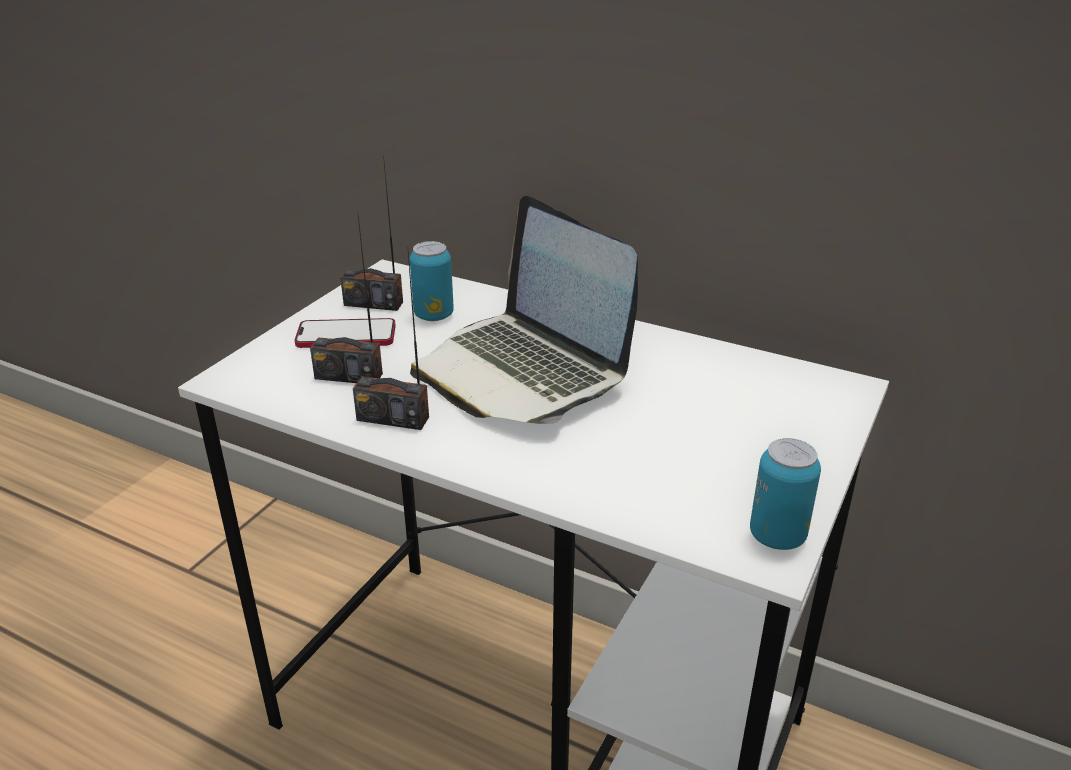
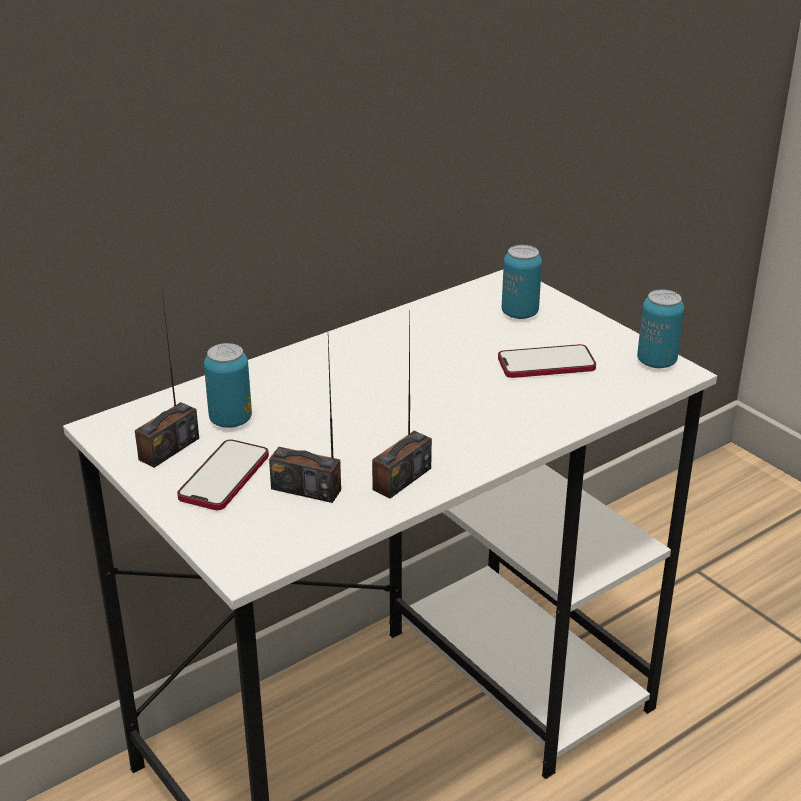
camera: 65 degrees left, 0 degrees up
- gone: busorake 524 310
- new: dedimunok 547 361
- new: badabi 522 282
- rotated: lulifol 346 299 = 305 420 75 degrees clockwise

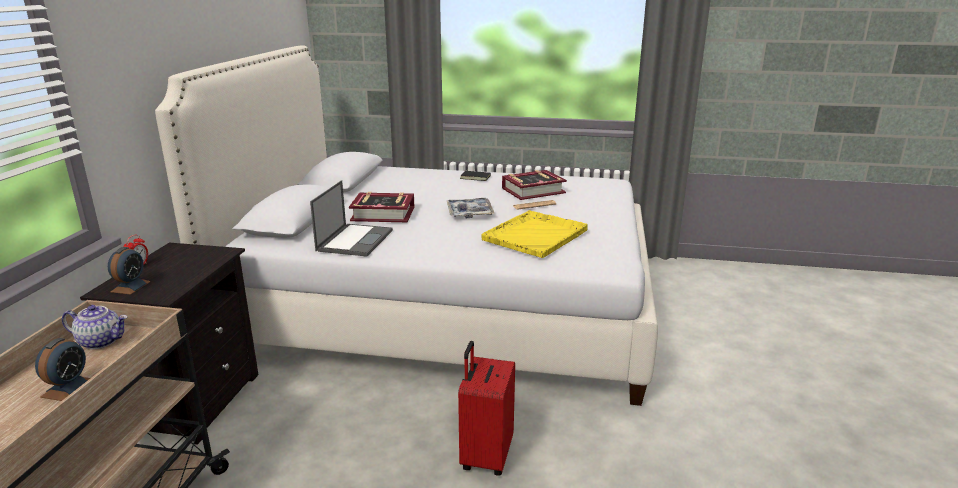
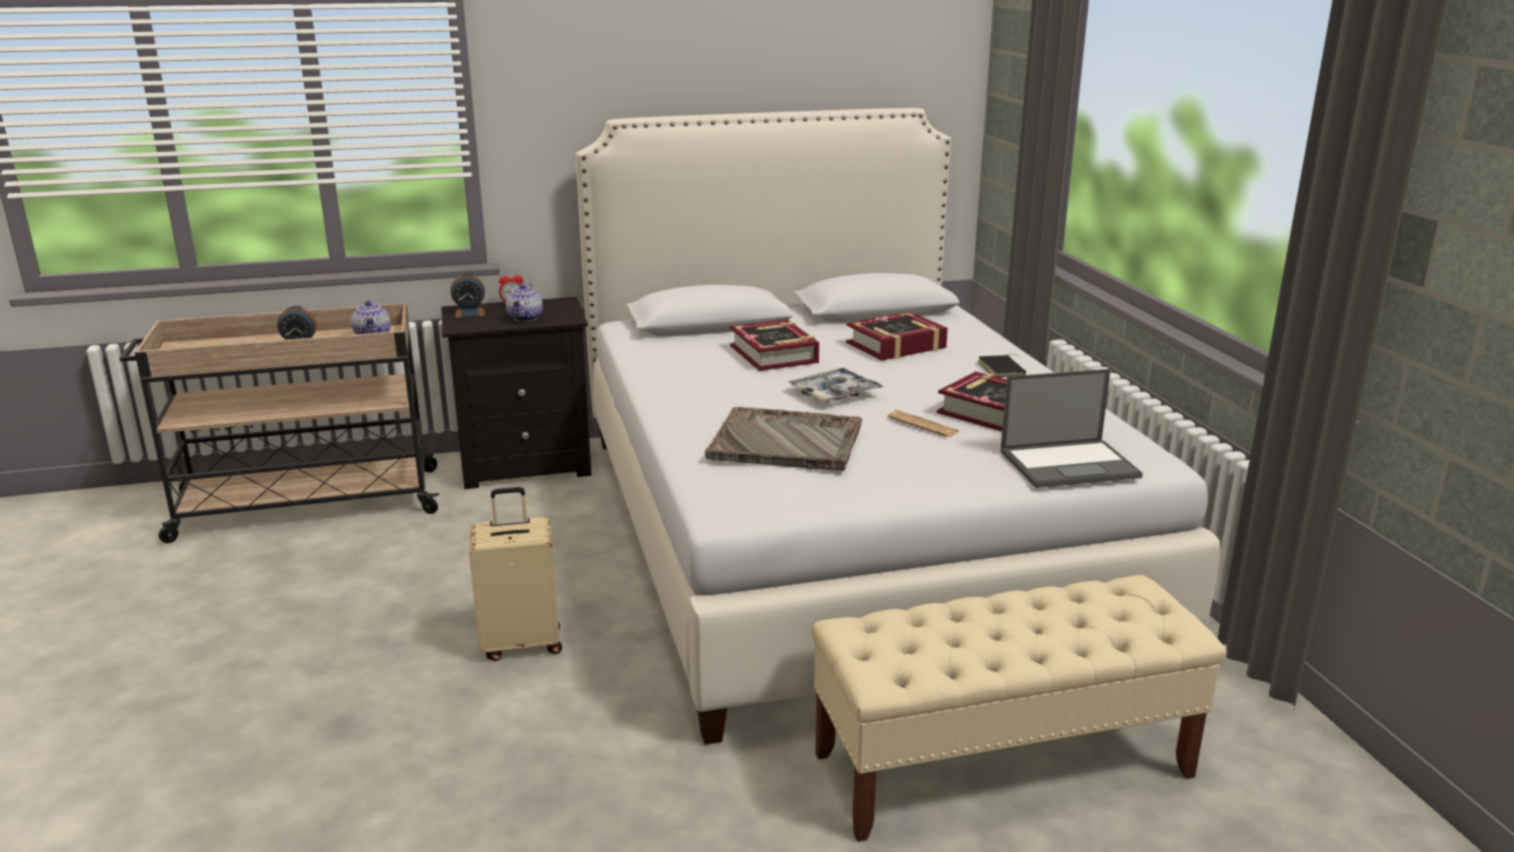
camera: 65 degrees right, 0 degrees up
- new: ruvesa 524 303
- new: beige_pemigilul 1019 708
- new: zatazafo 897 336
- shifted: busorake 351 218 to 1071 428
- repainted: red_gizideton 486 408 to beige_gizideton 515 574
- repainted: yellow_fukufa 535 234 to grey_fukufa 783 439

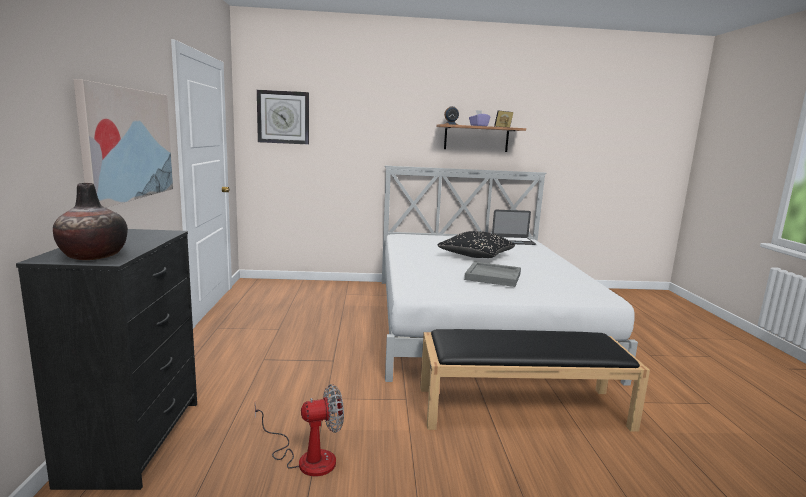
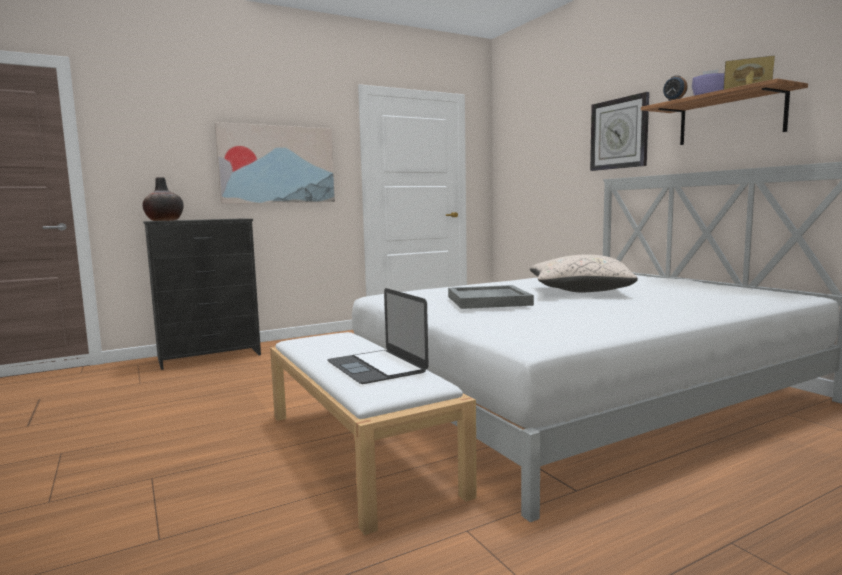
camera: 65 degrees right, 5 degrees down
- gone: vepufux 299 430
- shifted: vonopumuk 283 117 to 619 131
- shifted: busorake 514 227 to 378 336
- repainted: black_pemigilul 535 380 to white_pemigilul 373 433
- repainted: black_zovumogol 476 244 to beige_zovumogol 584 273

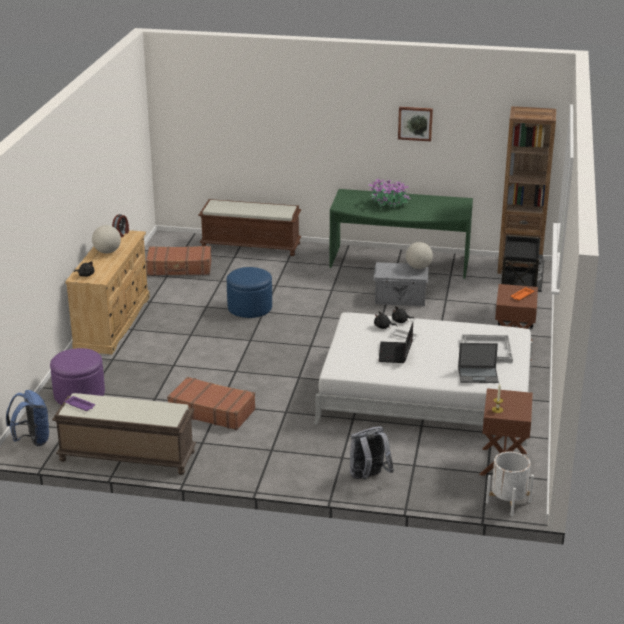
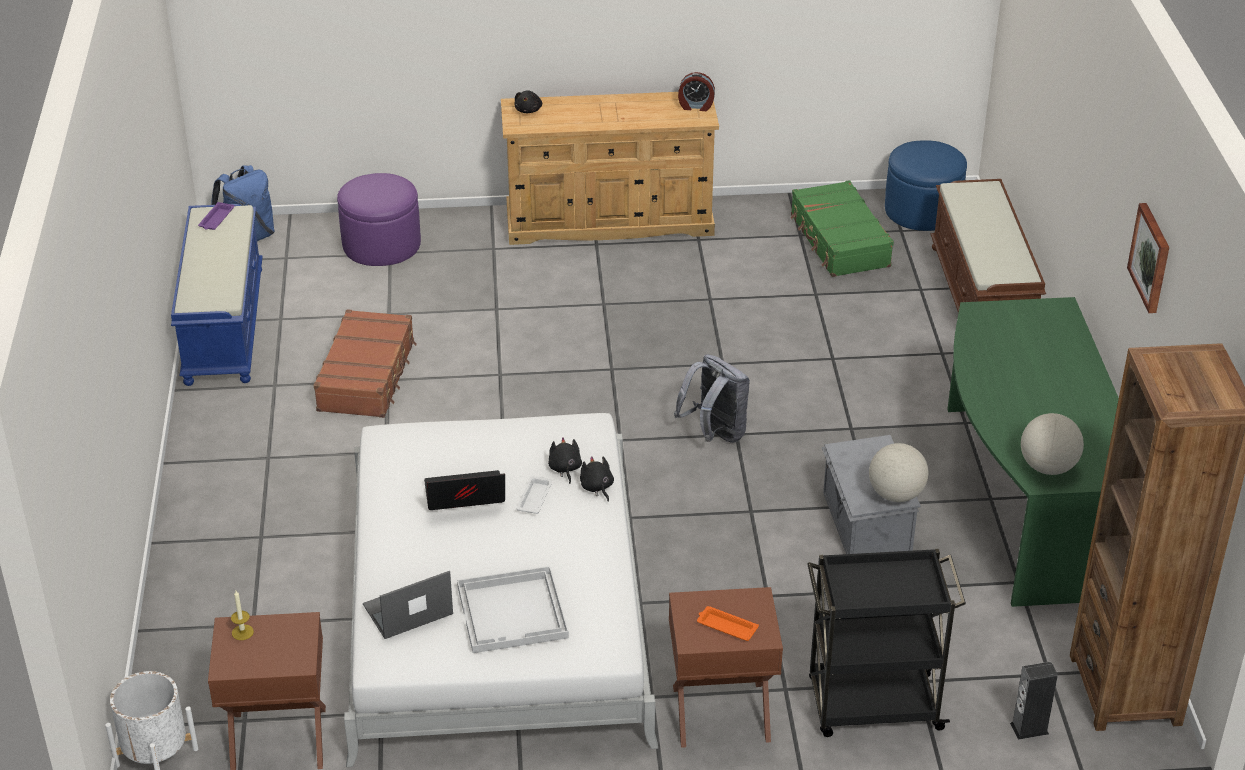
camera: 75 degrees right, 10 degrees up
- gone: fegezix 389 192
- shifted: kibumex 106 239 to 1052 444
- shifted: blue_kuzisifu 249 292 to 926 186
- shifted: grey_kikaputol 372 453 to 712 398
- repainted: brown_pemigilul 124 434 to blue_pemigilul 217 295
- repainted: brown_gizideton 178 261 to green_gizideton 842 228
- rotated: busorake 478 363 = 408 605 75 degrees clockwise

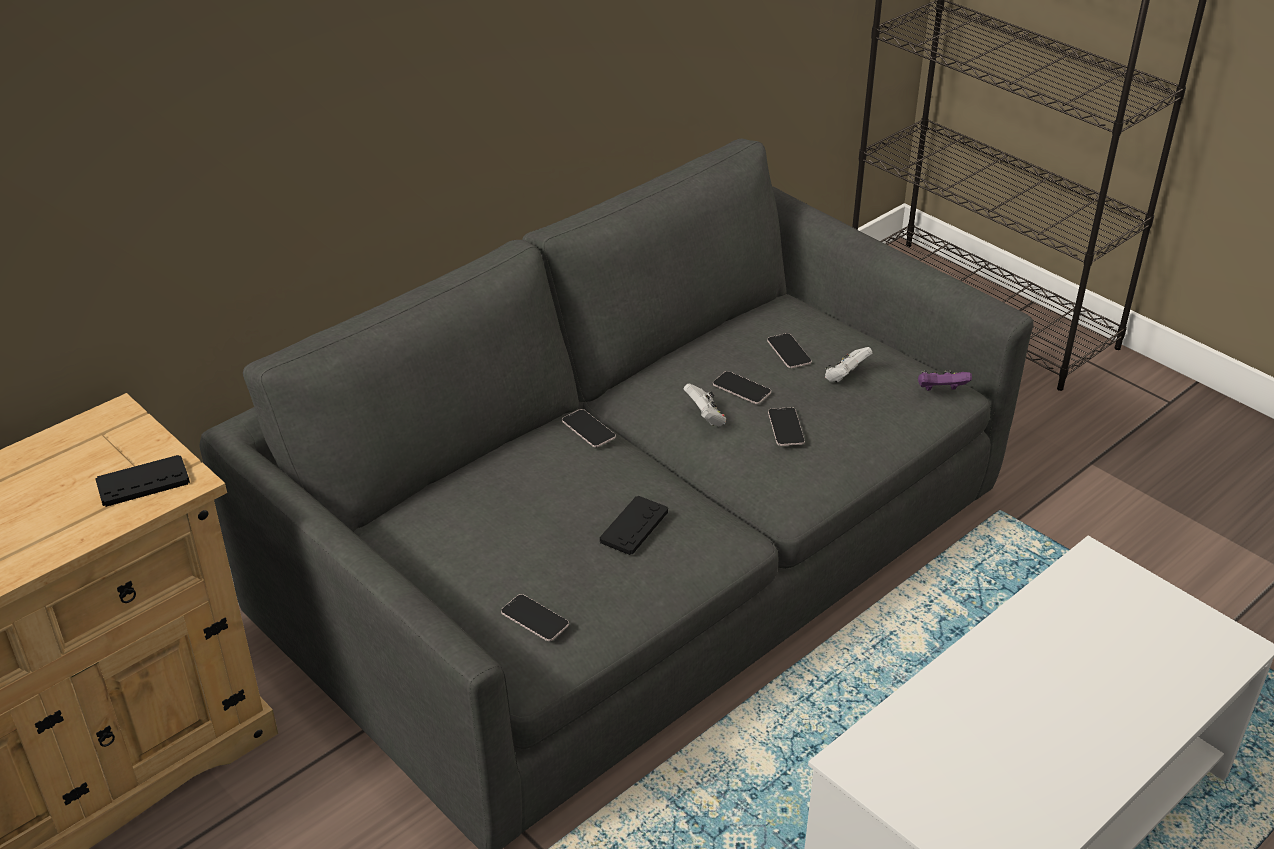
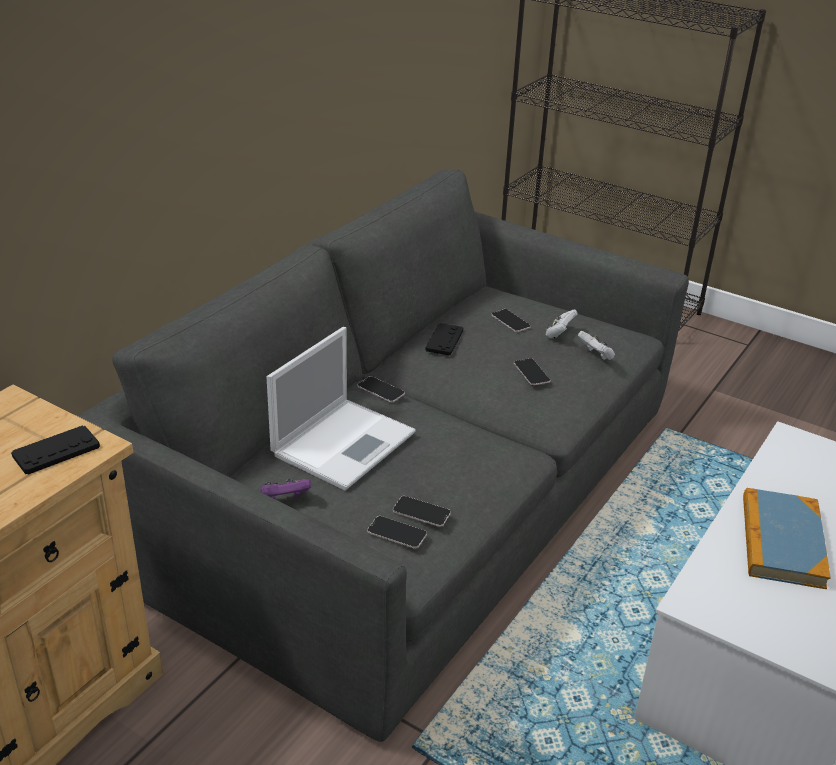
camera: 15 degrees left, 5 degrees down
- new: busorake 341 408
- new: zatazafo 787 538
- shifted: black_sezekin 634 525 to 444 339
- shifted: white_sezekin 705 404 to 596 345
- shifted: dedimunok 742 387 to 422 511
- shifted: purple_sezekin 945 380 to 285 489

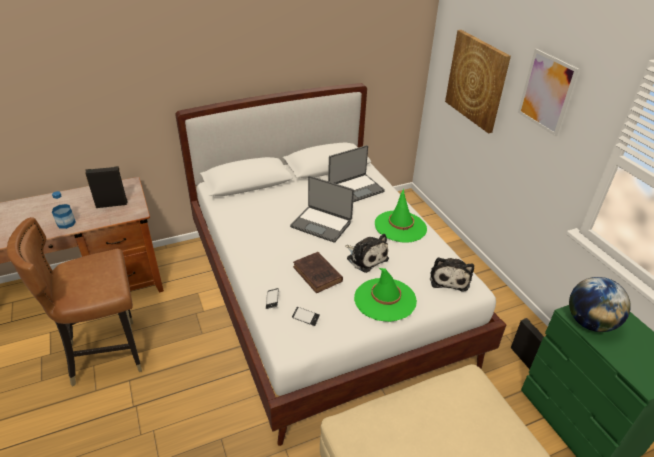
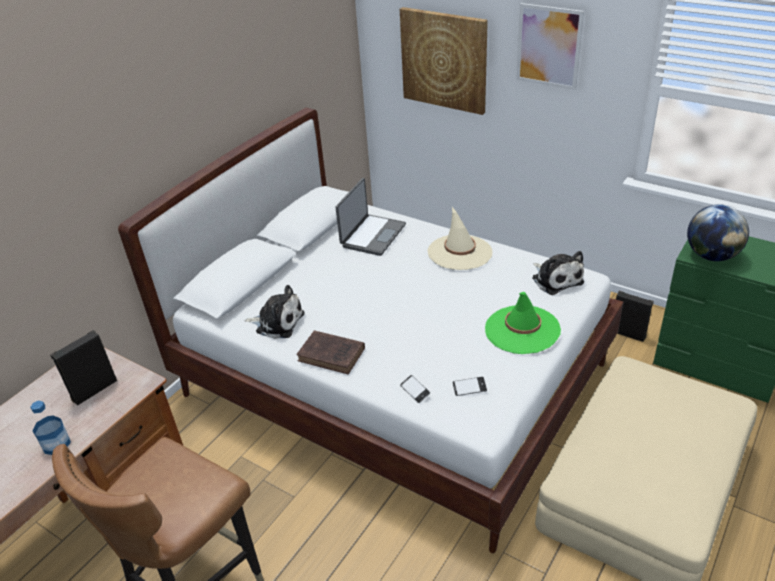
camera: 30 degrees left, 0 degrees up
- gone: busorake 322 209
- shifted: brown_zatazafo 318 272 to 331 352
- shifted: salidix 367 253 to 275 312
- repainted: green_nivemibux 401 216 to beige_nivemibux 459 238

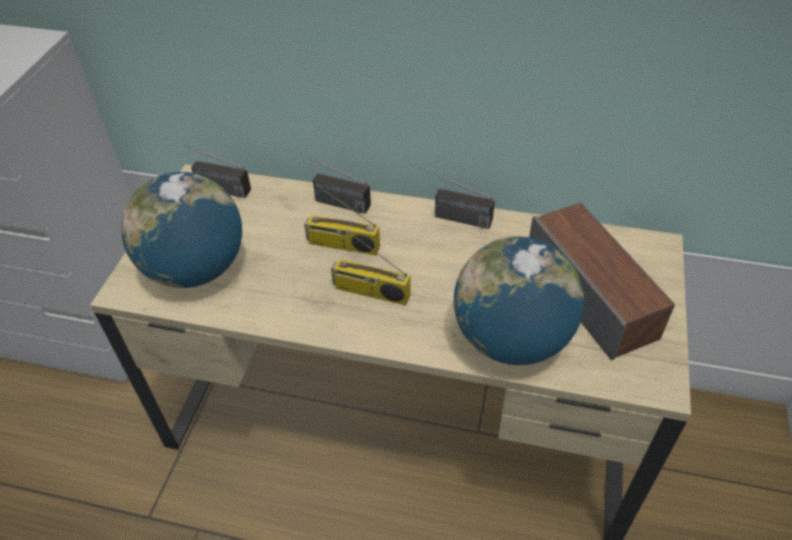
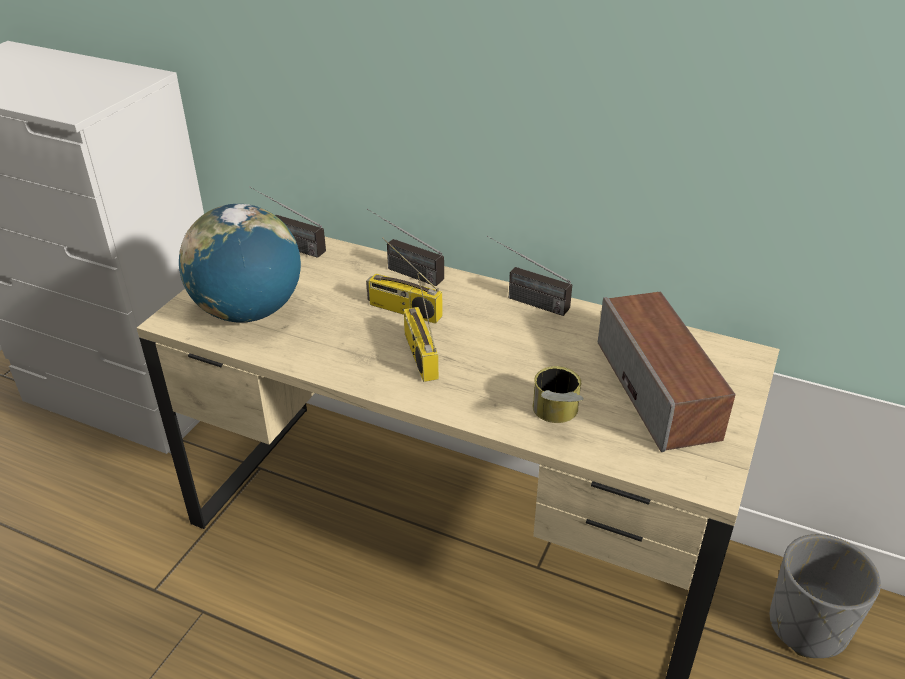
camera: 10 degrees right, 10 degrees down
- new: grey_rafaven 825 596
- swapped: kibumex 519 300 to badabi 558 394
- rotated: lulifol 371 267 = 421 327 45 degrees clockwise

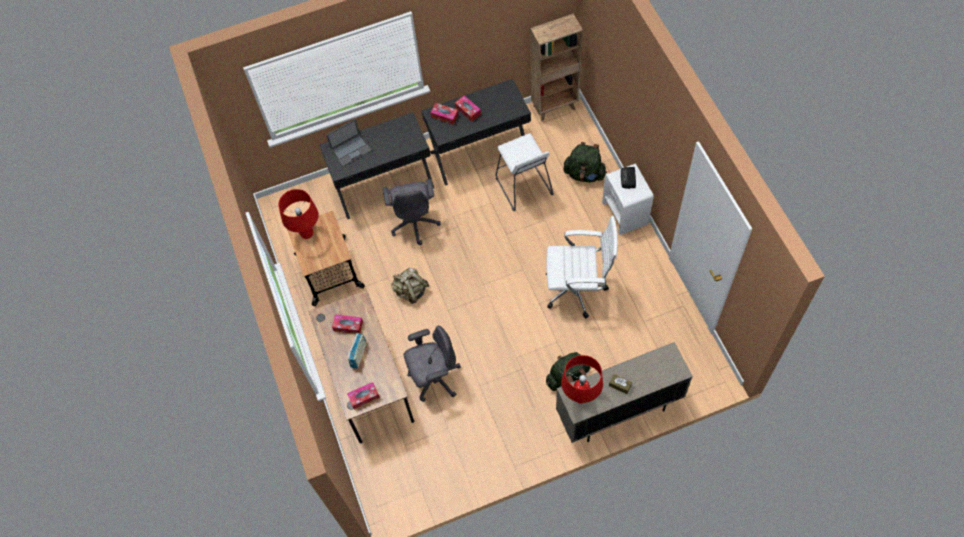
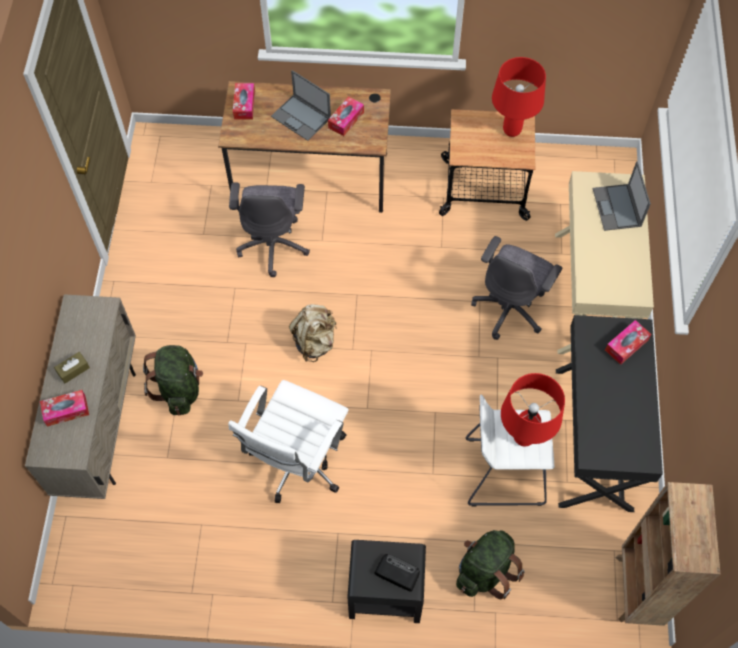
camera: 110 degrees right, 0 degrees up
- shifted: beige_kikaputol 410 286 to 313 333
- shifted: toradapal 468 109 to 64 408
- shifted: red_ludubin 582 379 to 533 410
- swapped: lulifol 357 351 to busorake 301 105
- repainted: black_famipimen 376 165 to beige_famipimen 604 262
- repainted: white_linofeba 628 199 to black_linofeba 386 581
- rotated: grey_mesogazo 412 212 = 516 288 75 degrees counterclockwise

